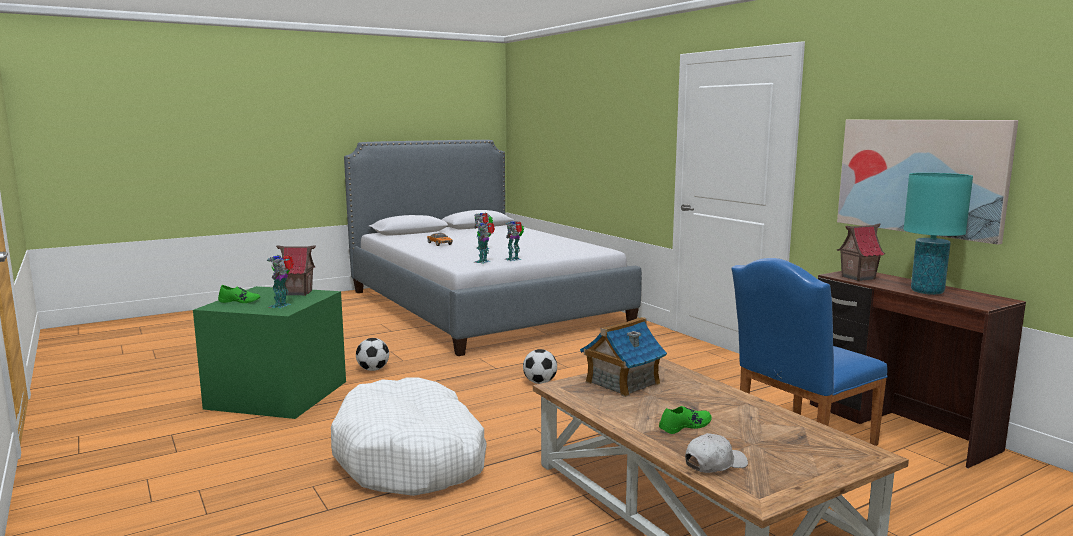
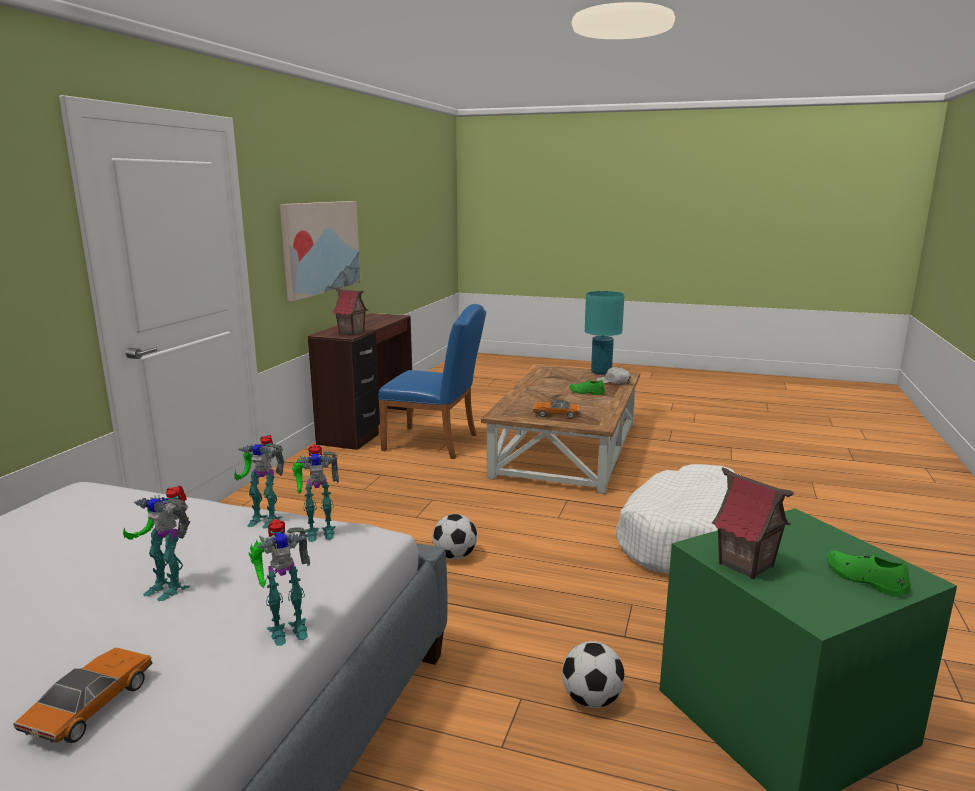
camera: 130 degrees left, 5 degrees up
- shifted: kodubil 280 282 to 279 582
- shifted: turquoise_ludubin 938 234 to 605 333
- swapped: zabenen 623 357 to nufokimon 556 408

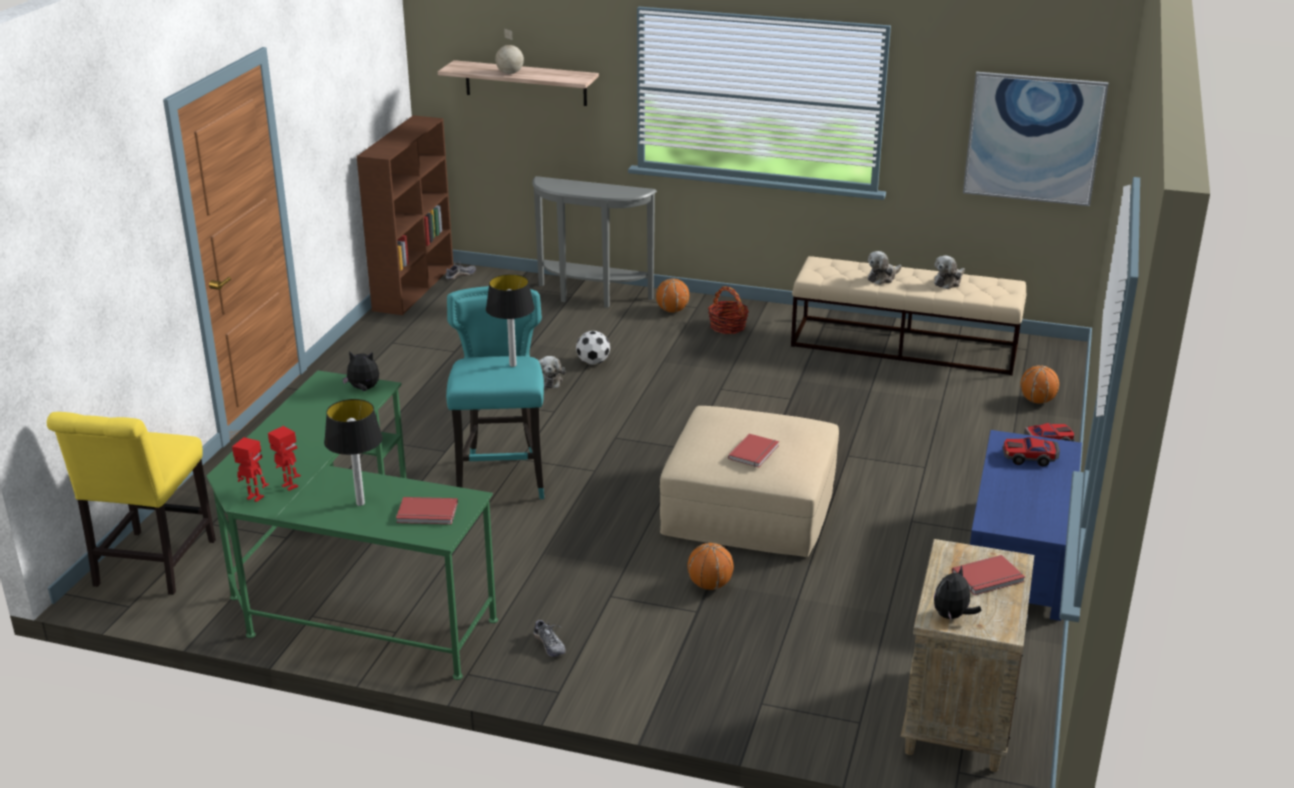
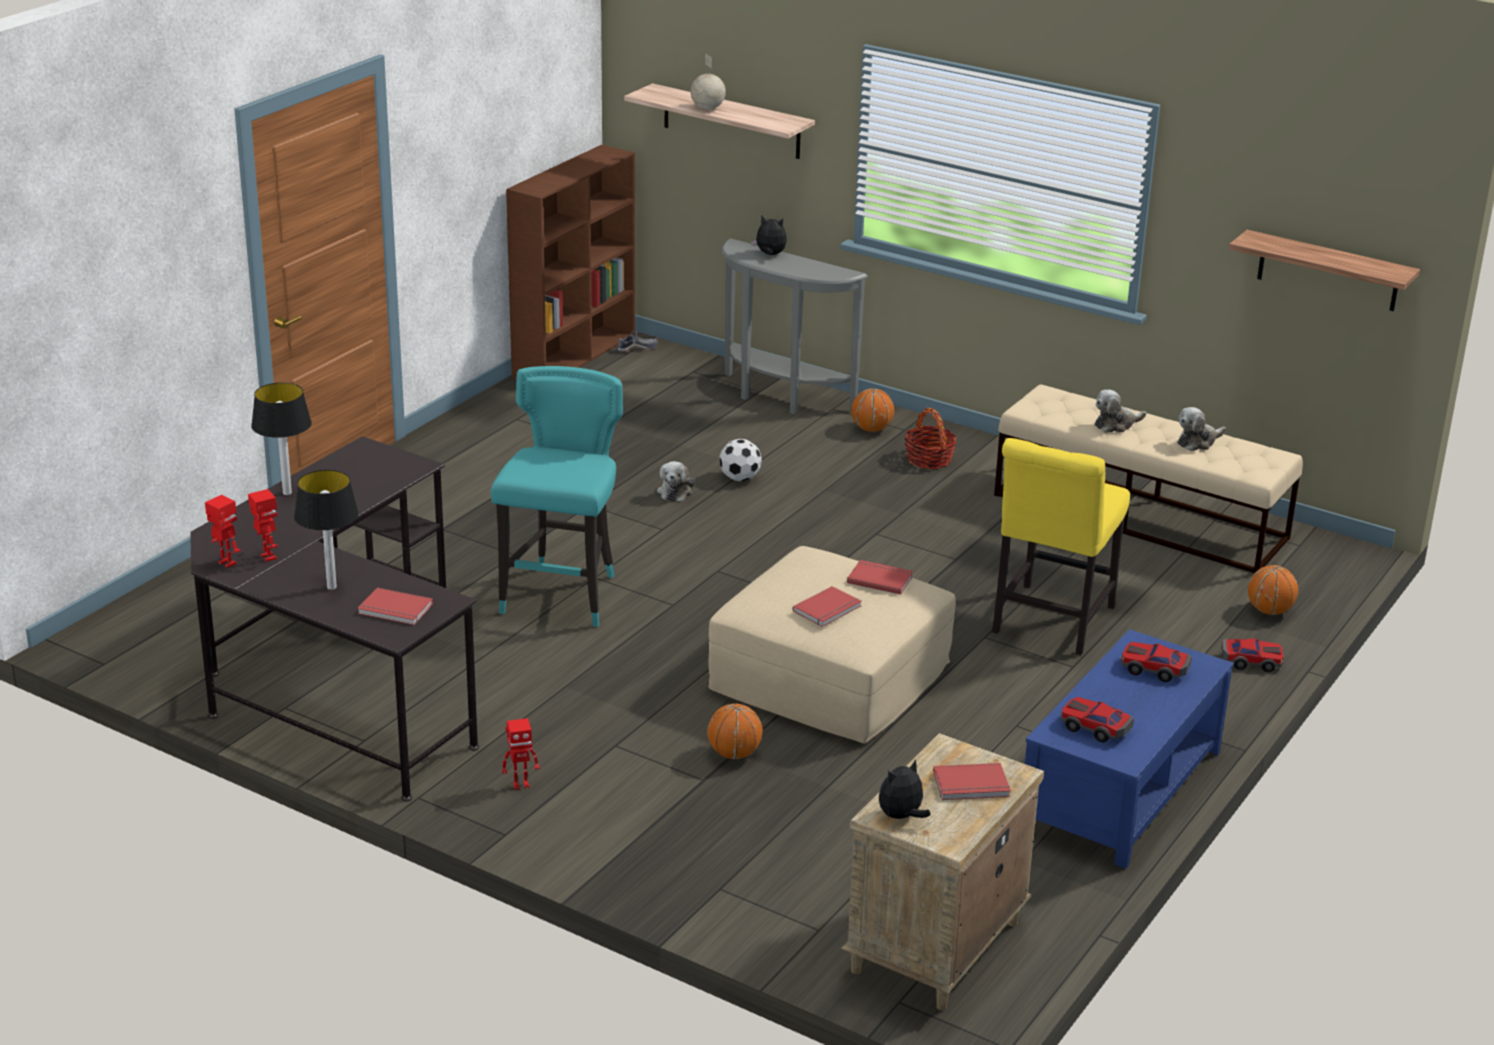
camera: 15 degrees right, 0 degrees up
- new: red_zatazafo 880 577
- new: nufokimon 1097 720
- shifted: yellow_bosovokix 131 503 to 1061 546
- shifted: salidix 360 371 to 769 235
- shifted: ludubin 510 320 to 281 438
- swapped: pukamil 549 637 to kodubil 521 754
- swapped: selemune 1036 139 to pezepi 1324 270
- repainted: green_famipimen 352 525 to black_famipimen 334 619

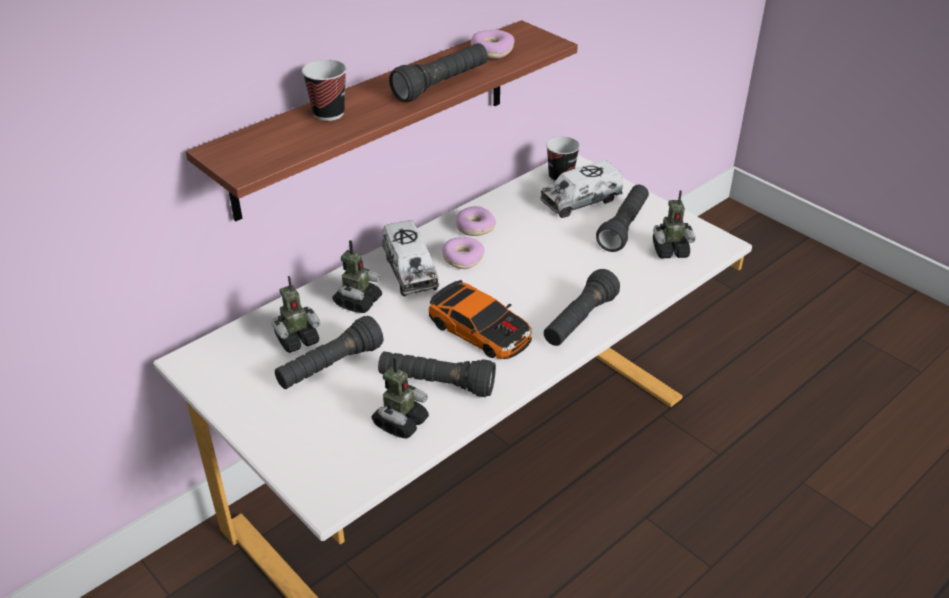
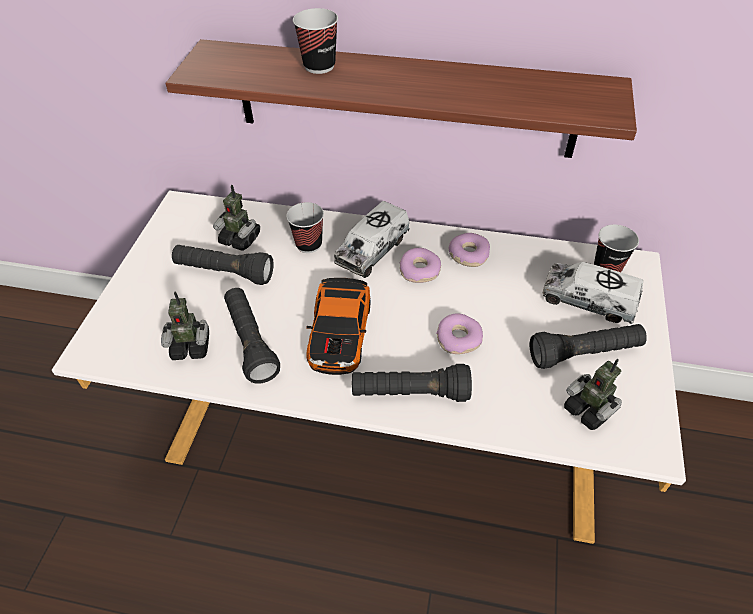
camera: 55 degrees right, 10 degrees up
- gone: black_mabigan 438 72
- shifted: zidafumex 492 44 to 459 333
- swapped: kodubil 357 276 to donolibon 305 227

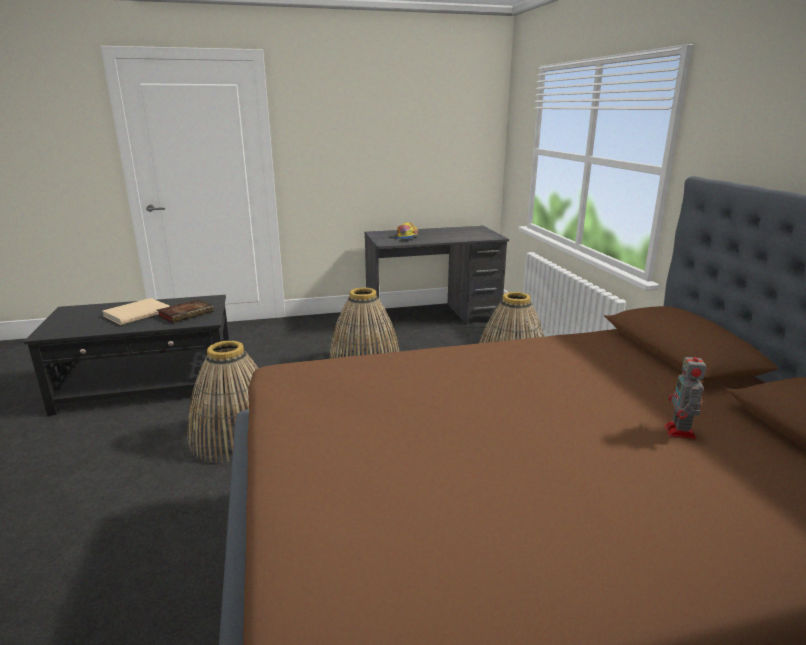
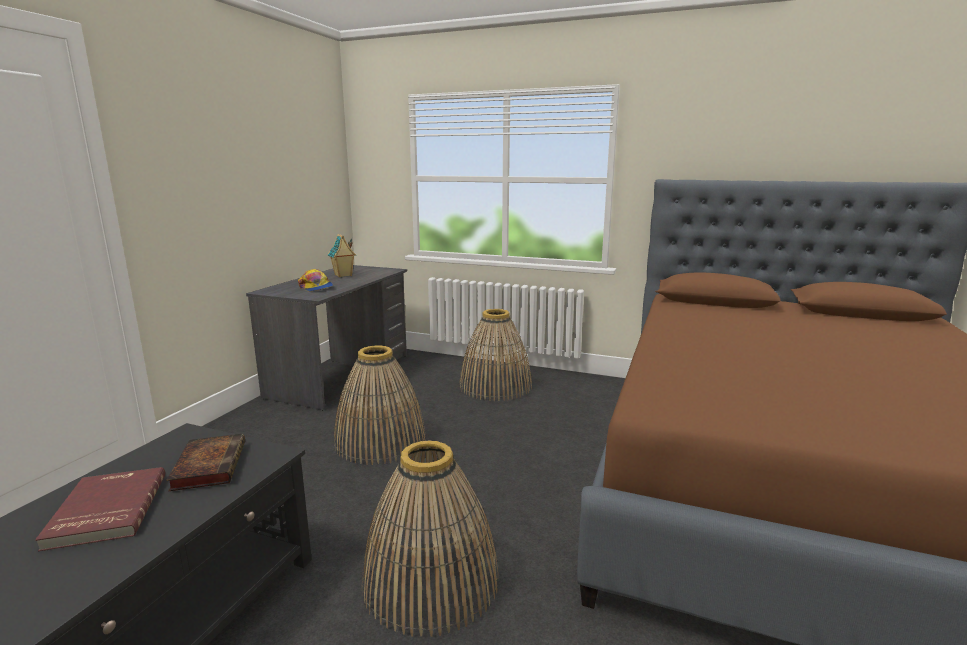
camera: 55 degrees left, 5 degrees down
- gone: kodubil 685 394
- new: zabenen 342 255
- repainted: beige_zatazafo 136 311 to red_zatazafo 100 509

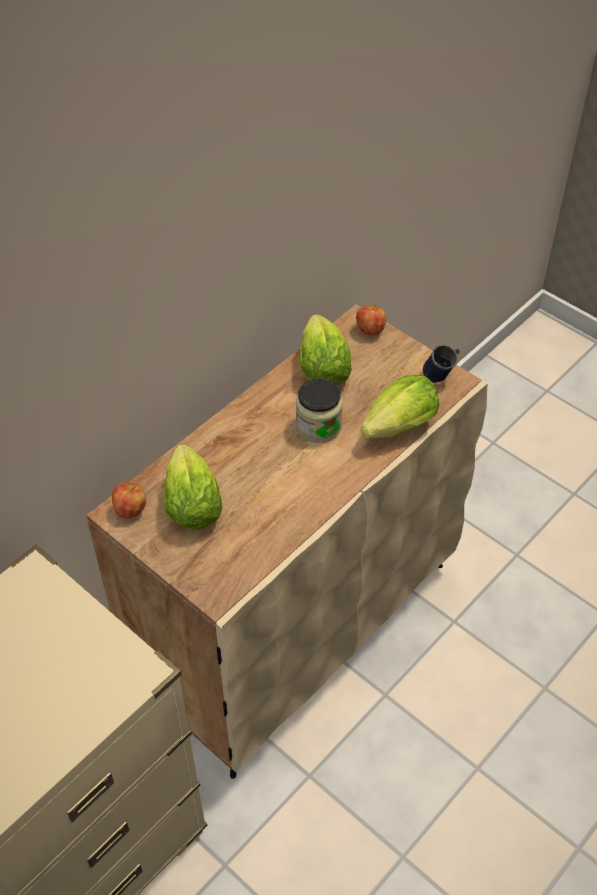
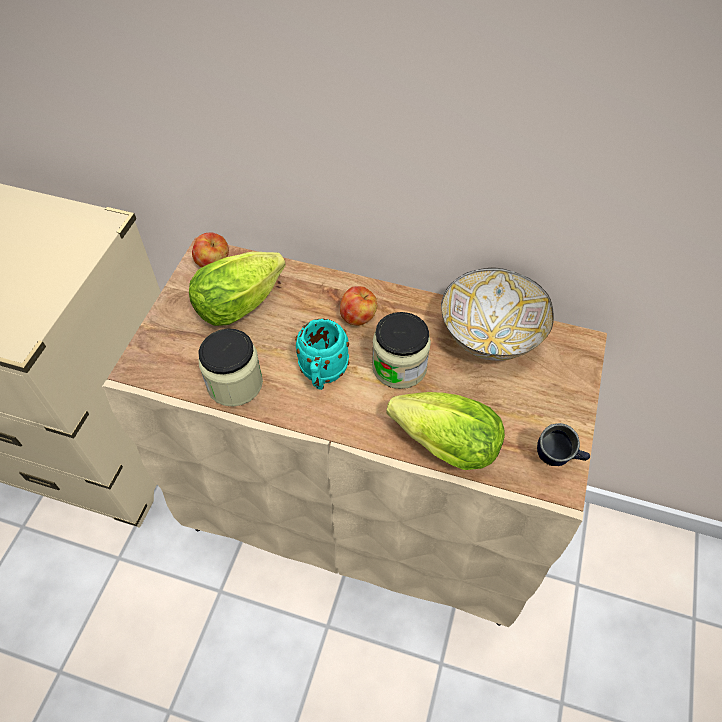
camera: 65 degrees right, 5 degrees up
- new: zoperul 230 368
- new: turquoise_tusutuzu 322 354
- shifted: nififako 371 320 to 358 306
- swapped: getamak 326 349 to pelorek 497 314

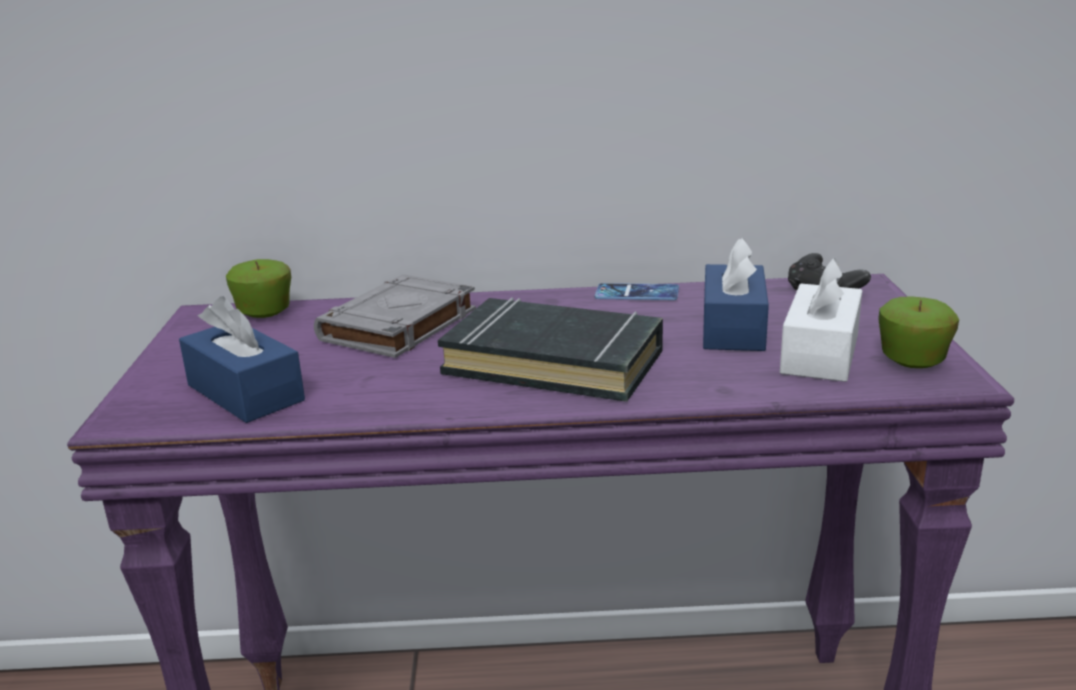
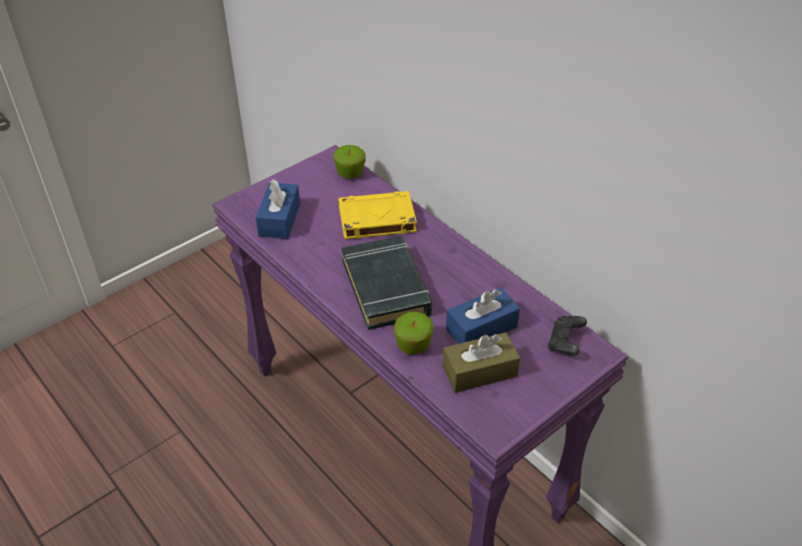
camera: 50 degrees right, 20 degrees up
- gone: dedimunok 637 291
- shifted: nififako 918 332 to 413 333
- repainted: grey_zatazafo 395 316 to yellow_zatazafo 377 215
- repainted: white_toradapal 821 320 to brown_toradapal 481 362

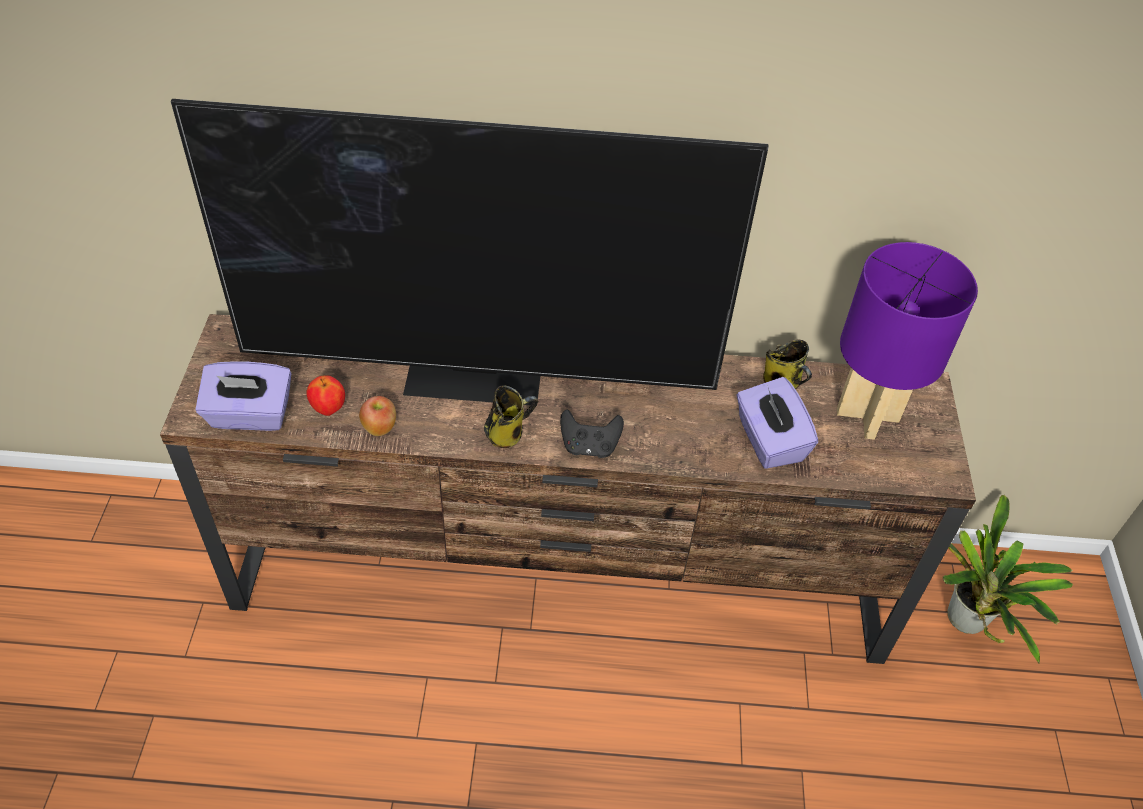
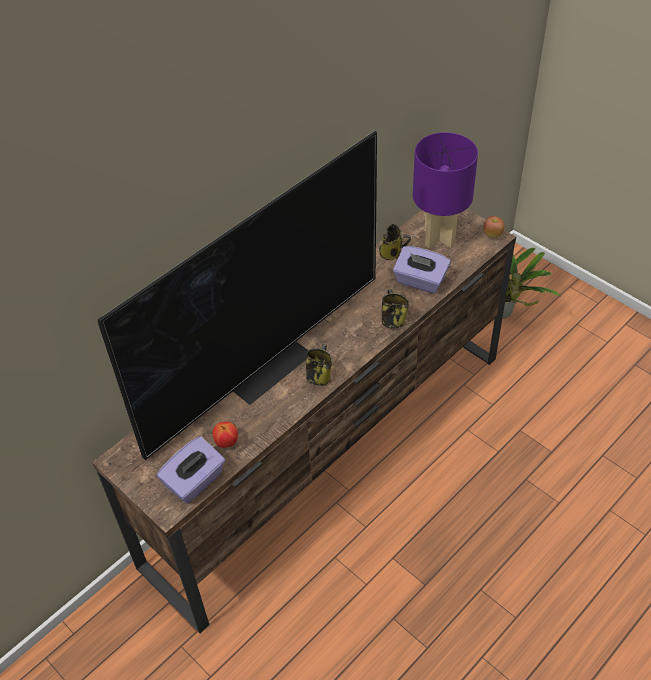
camera: 45 degrees left, 0 degrees up
- gone: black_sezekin 592 434
- new: tusutuzu 395 308
- shifted: nififako 377 416 to 493 227

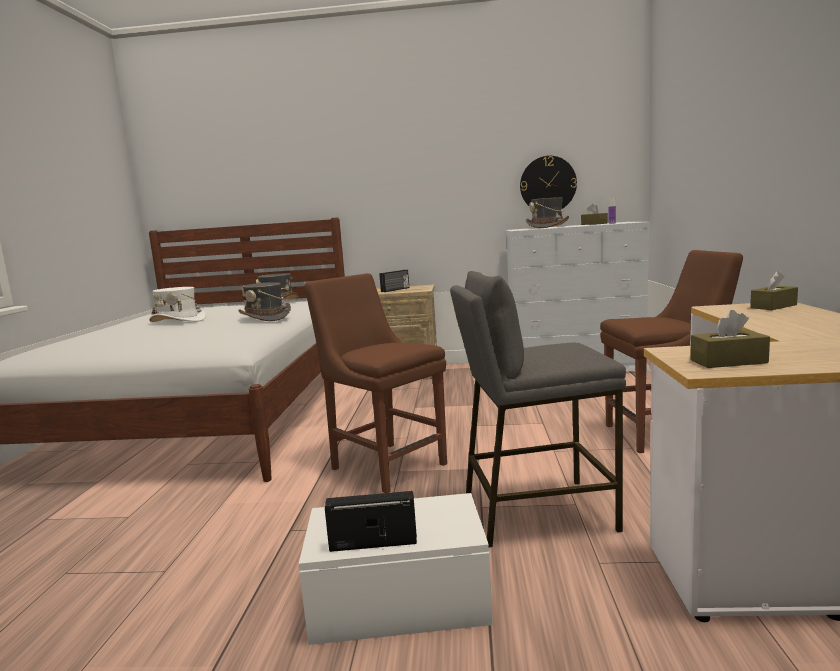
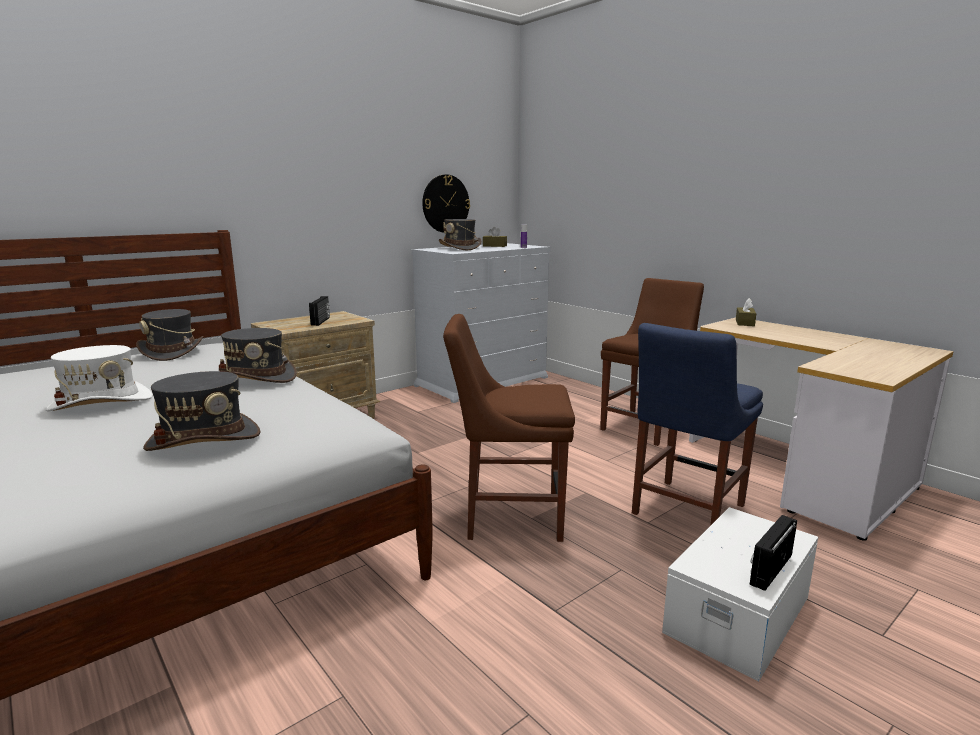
camera: 45 degrees left, 5 degrees up
- gone: brown_toradapal 730 339
- new: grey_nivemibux 202 411
- swapped: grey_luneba 538 409 to blue_bosovokix 697 424

